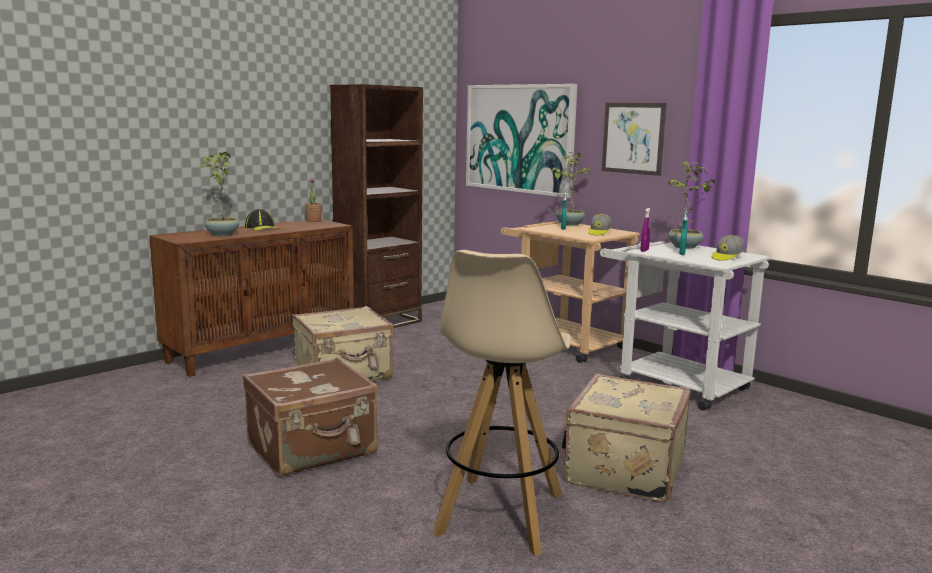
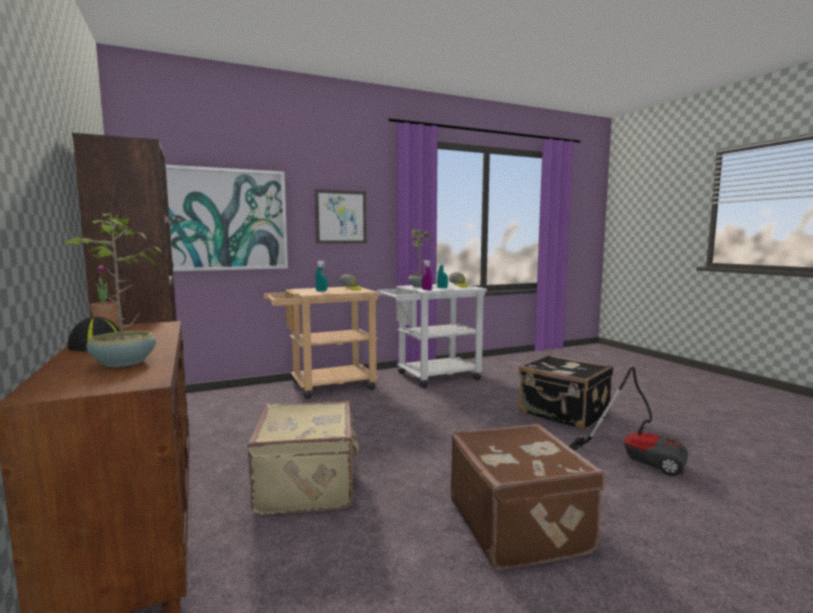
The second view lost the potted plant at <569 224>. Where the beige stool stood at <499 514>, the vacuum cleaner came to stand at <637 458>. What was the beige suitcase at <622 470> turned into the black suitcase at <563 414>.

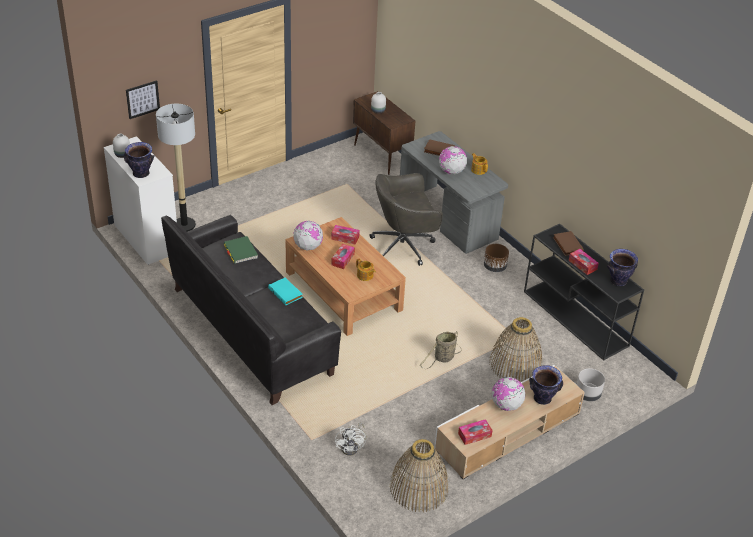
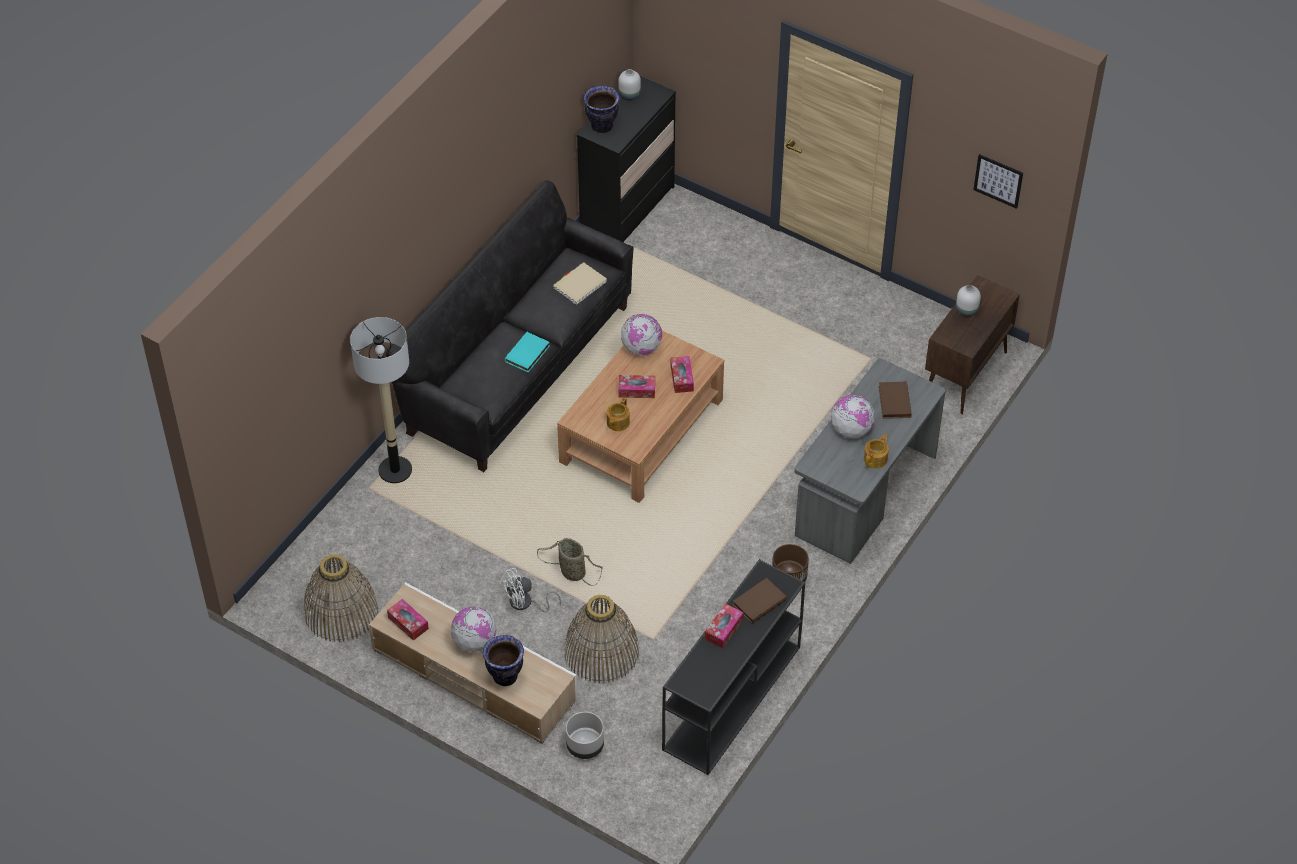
The second view lost the grey office chair at <404 246>. The second view lost the vase at <618 281>. The picture ended up elsewhere, having gone from <142 99> to <998 180>. The floor lamp ended up elsewhere, having gone from <184 225> to <395 470>. The white fan ended up elsewhere, having gone from <352 447> to <525 603>. What was the white dresser at <146 239> turned into the black dresser at <627 209>. What was the green book at <240 251> turned into the beige book at <580 285>.

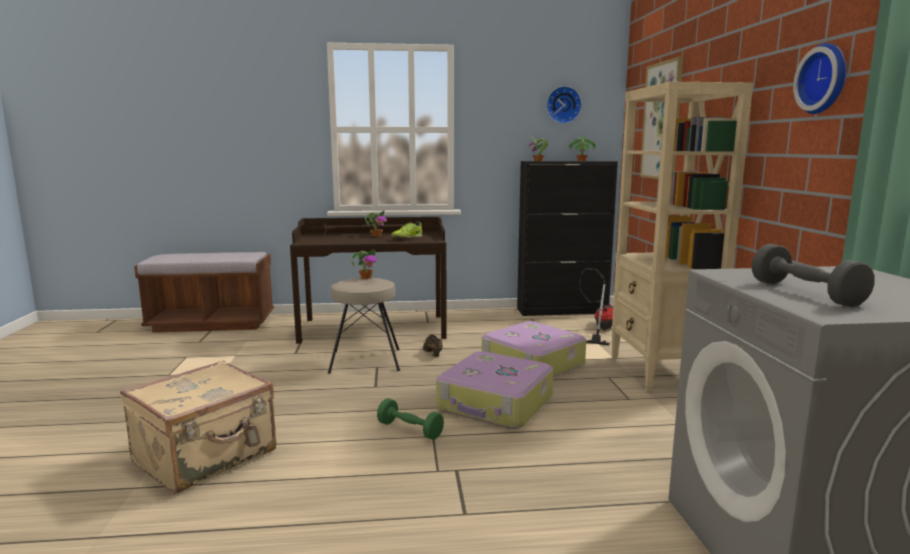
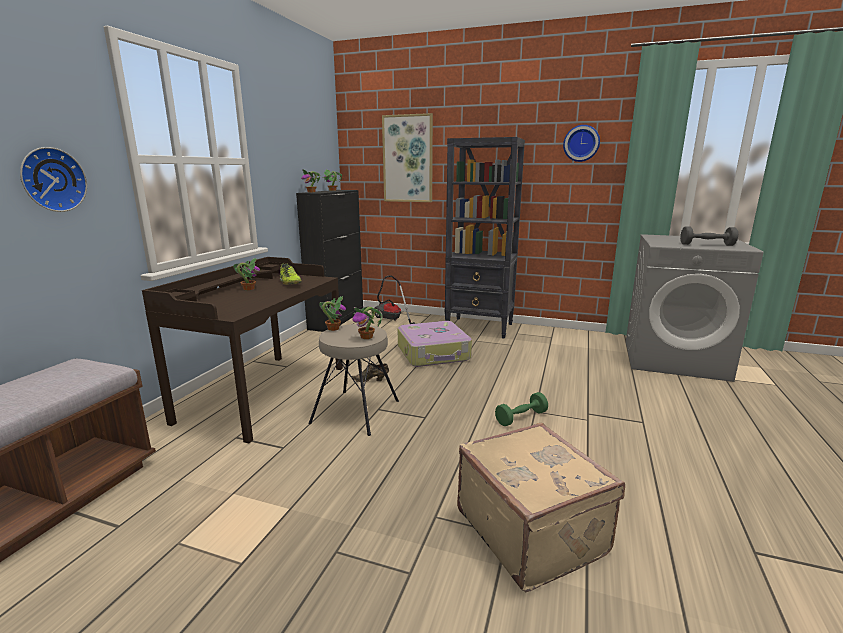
The second view lost the suitcase at <495 404>. The second view gained the potted plant at <367 337>. The wall clock ended up elsewhere, having gone from <563 105> to <51 179>. What was the beige bookcase at <661 372> turned into the black bookcase at <480 328>.

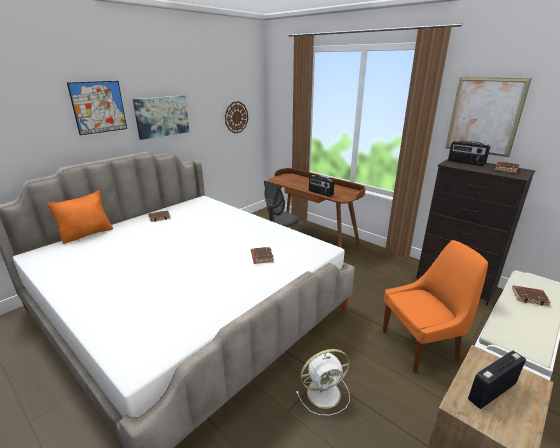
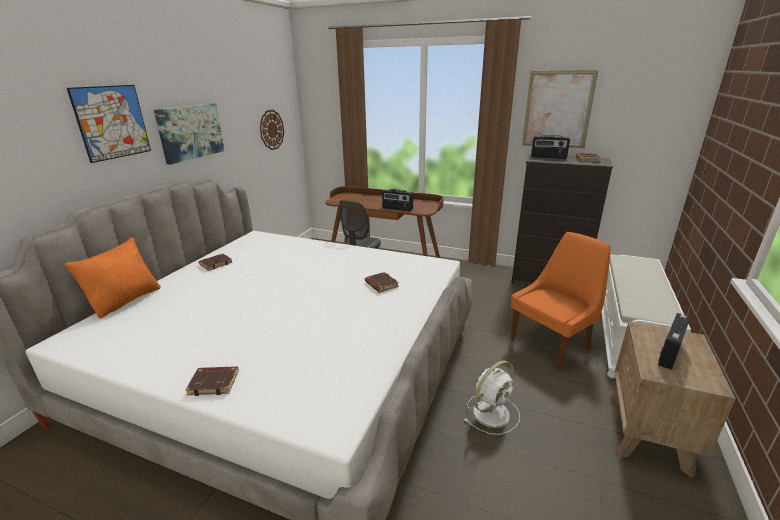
The brown book ended up elsewhere, having gone from <529 297> to <214 383>.

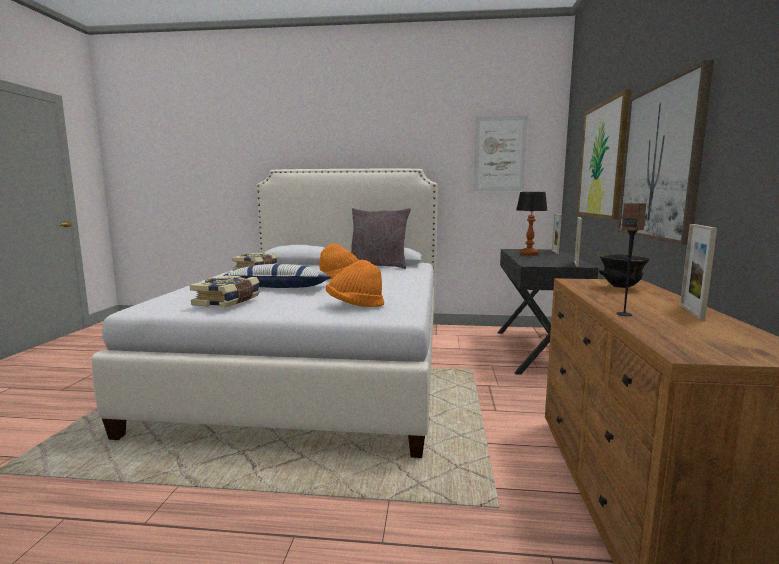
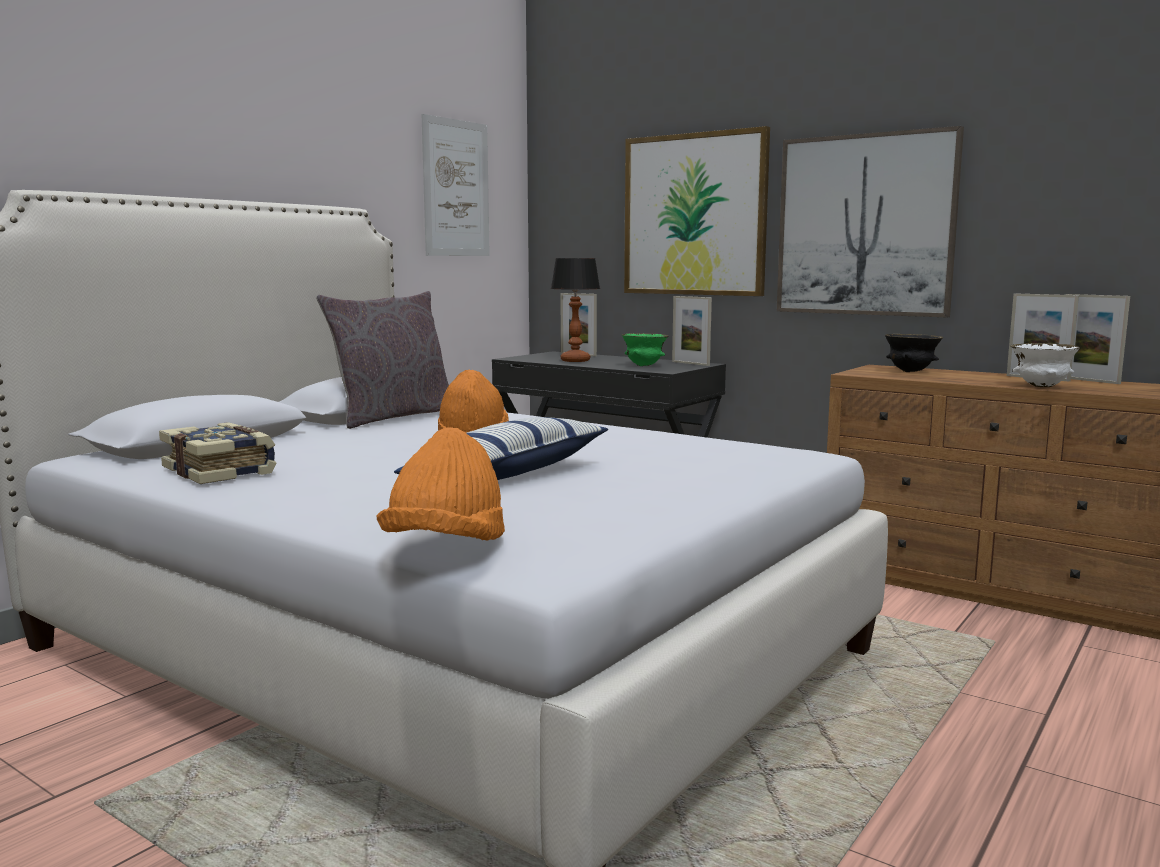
The second view lost the book at <228 301>. The second view gained the green bowl at <644 366>. The second view gained the picture frame at <1088 380>. The orange hat ended up elsewhere, having gone from <355 306> to <445 547>. Where the speaker stood at <624 314>, the white bowl came to stand at <1041 387>.

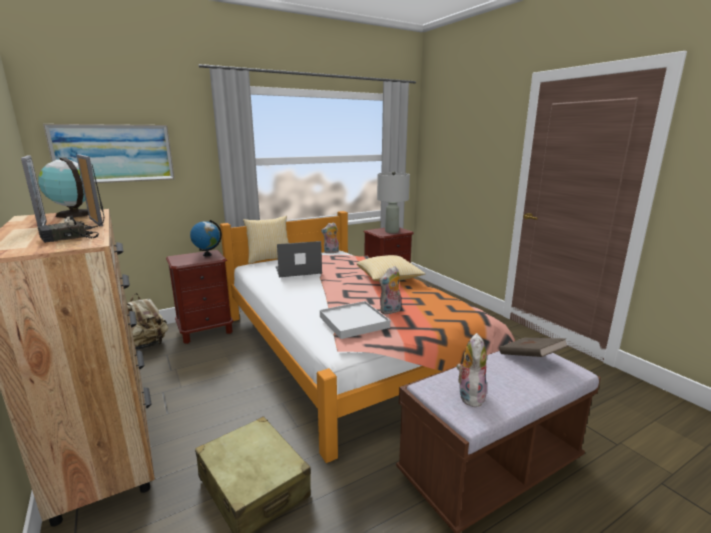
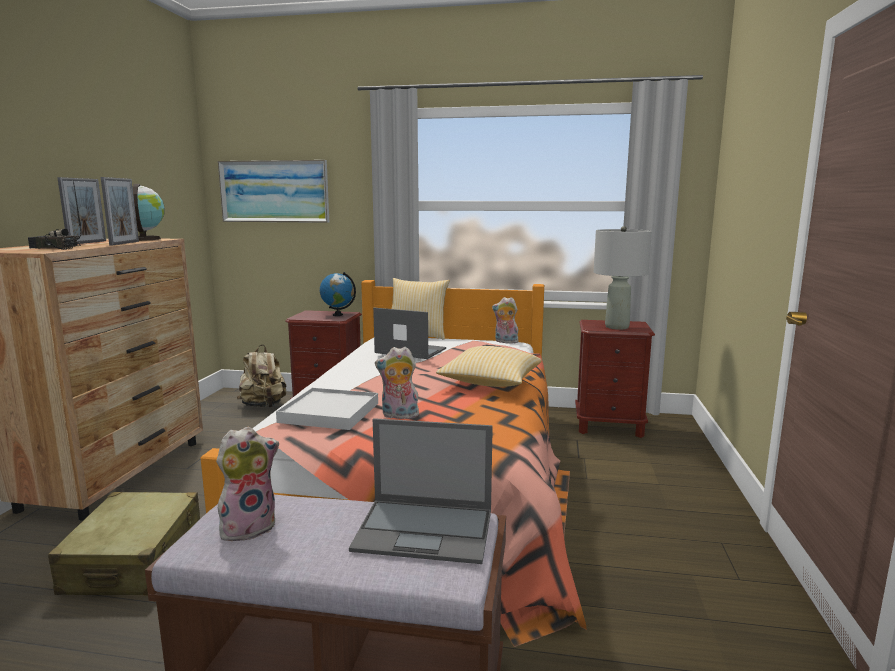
Where the brown book stood at <530 358>, the laptop came to stand at <426 530>.

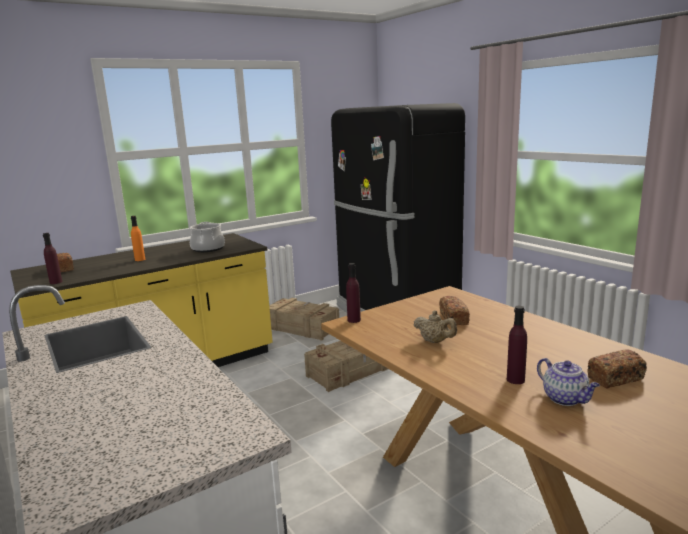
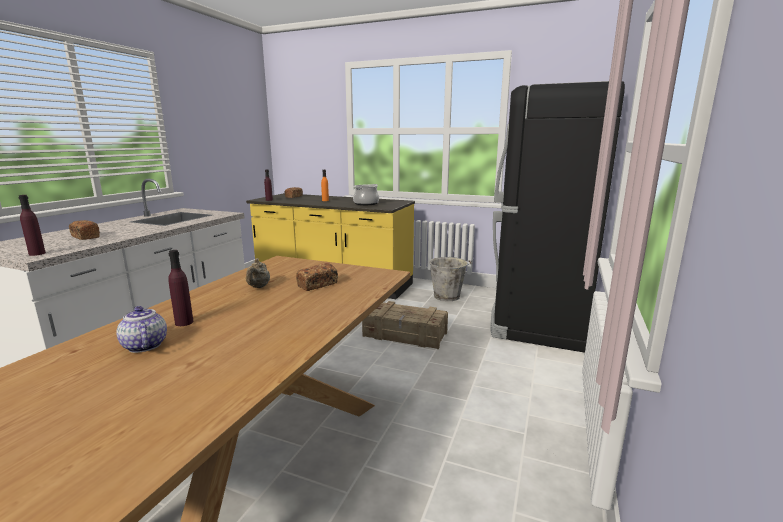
The purple bottle ended up elsewhere, having gone from <354 320> to <37 253>. The bread ended up elsewhere, having gone from <615 379> to <85 237>. Where the crate stood at <301 327>, the grey bucket came to stand at <448 296>. The teapot at <565 399> ended up facing another way, 120 degrees clockwise from before.

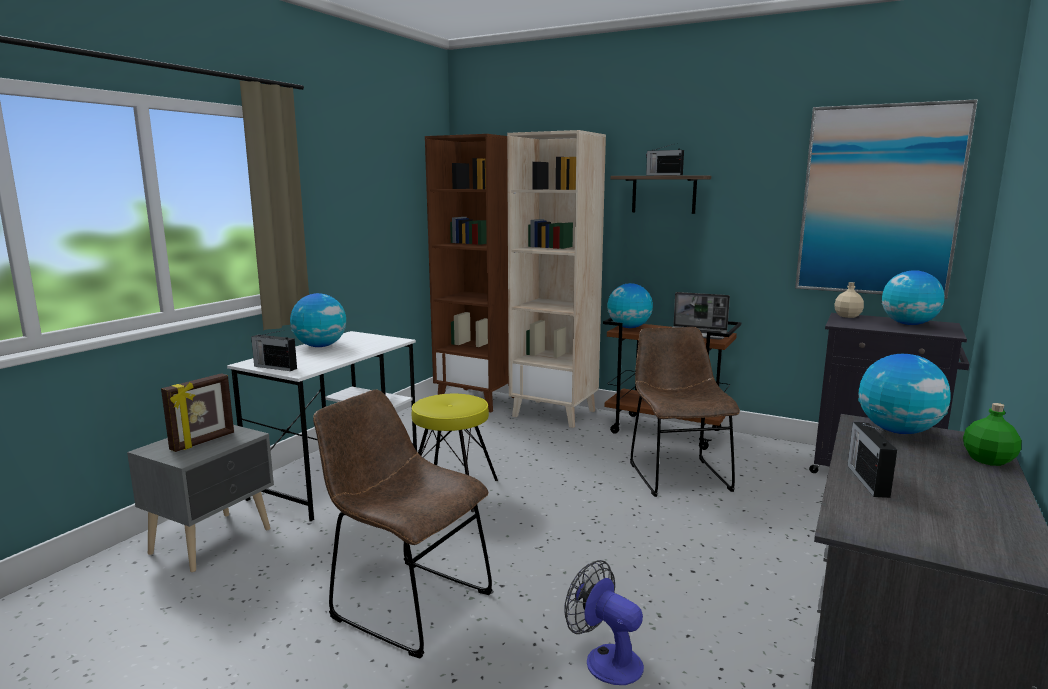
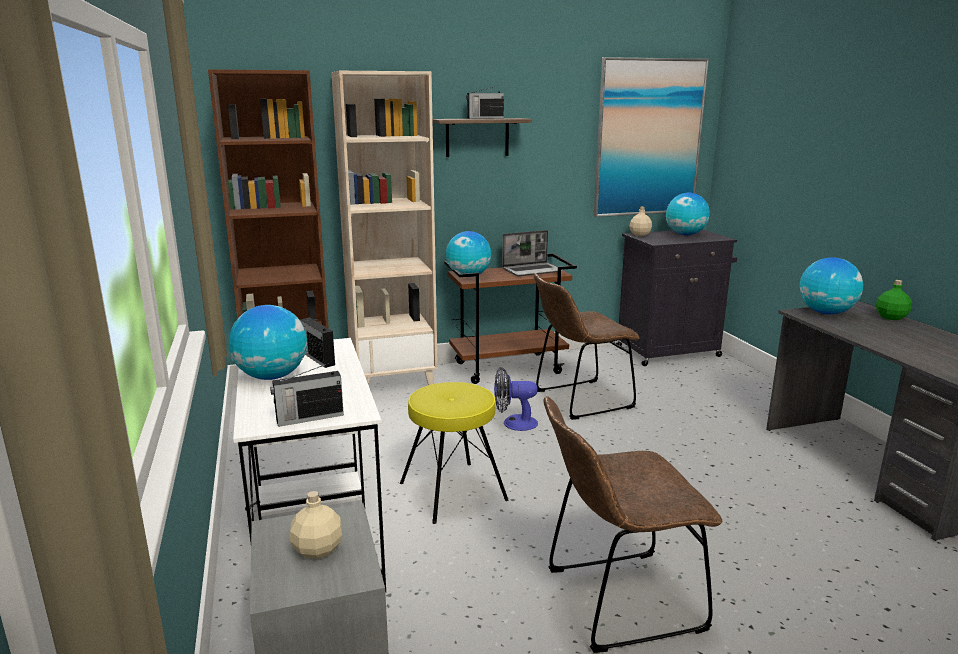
The fan ended up elsewhere, having gone from <605 659> to <513 423>. The radio ended up elsewhere, having gone from <867 480> to <318 358>. Where the picture frame stood at <203 442>, the beige bottle came to stand at <317 549>. The brown chair at <677 474> ended up facing another way, 60 degrees counterclockwise from before.

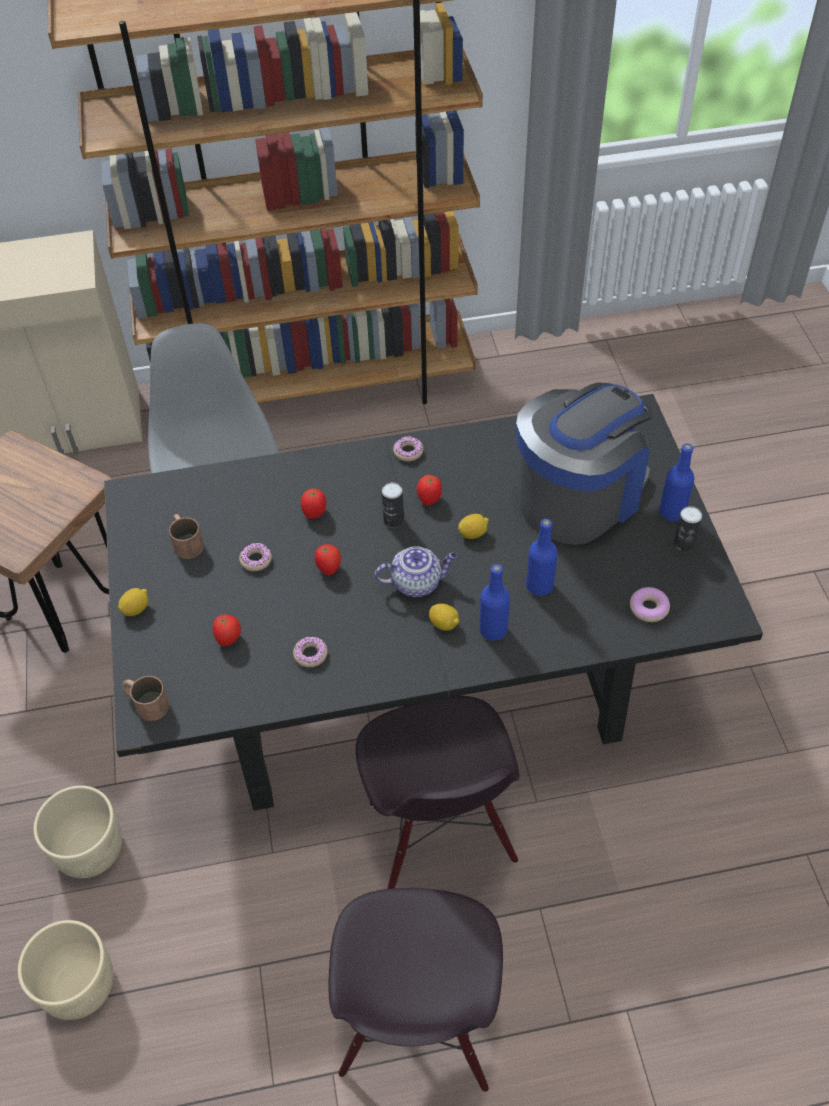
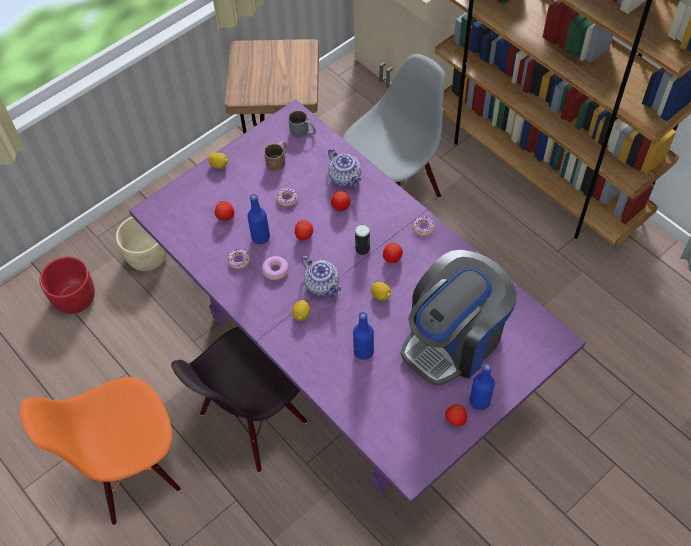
The second view lost the brown mug at <146 703>. The second view gained the grey mug at <303 131>. The second view gained the teapot at <346 178>. The blue bottle ended up elsewhere, having gone from <493 630> to <260 237>. The donut ended up elsewhere, having gone from <648 608> to <275 270>. Where the can stood at <683 544>, the tomato came to stand at <455 420>. What was the beige planter at <79 986> turned into the red planter at <74 298>. What was the black dining table at <421 681> turned into the purple dining table at <350 355>. What was the black chair at <417 1026> turned into the orange chair at <132 470>. The coffee machine at <579 496> ended up facing another way, 120 degrees clockwise from before.

